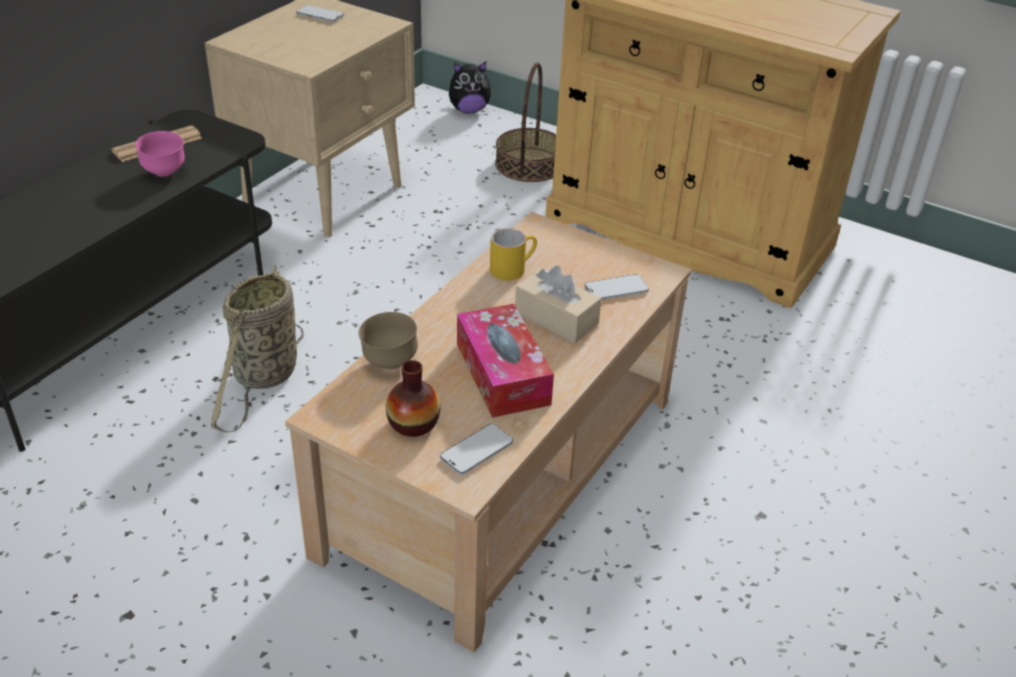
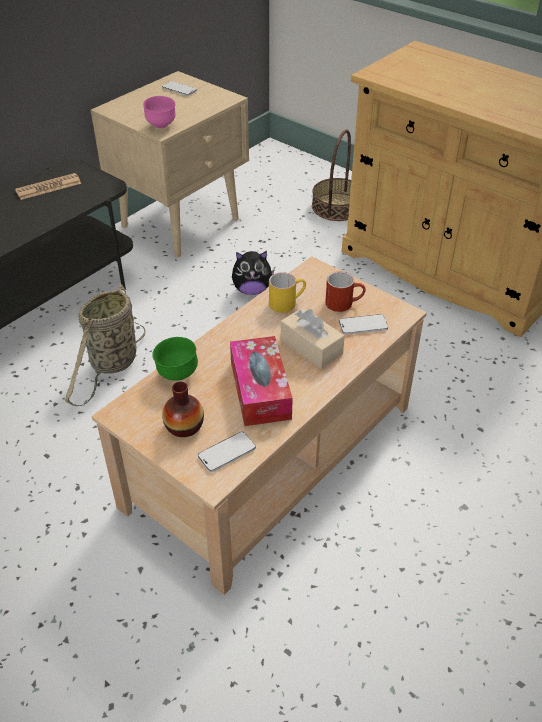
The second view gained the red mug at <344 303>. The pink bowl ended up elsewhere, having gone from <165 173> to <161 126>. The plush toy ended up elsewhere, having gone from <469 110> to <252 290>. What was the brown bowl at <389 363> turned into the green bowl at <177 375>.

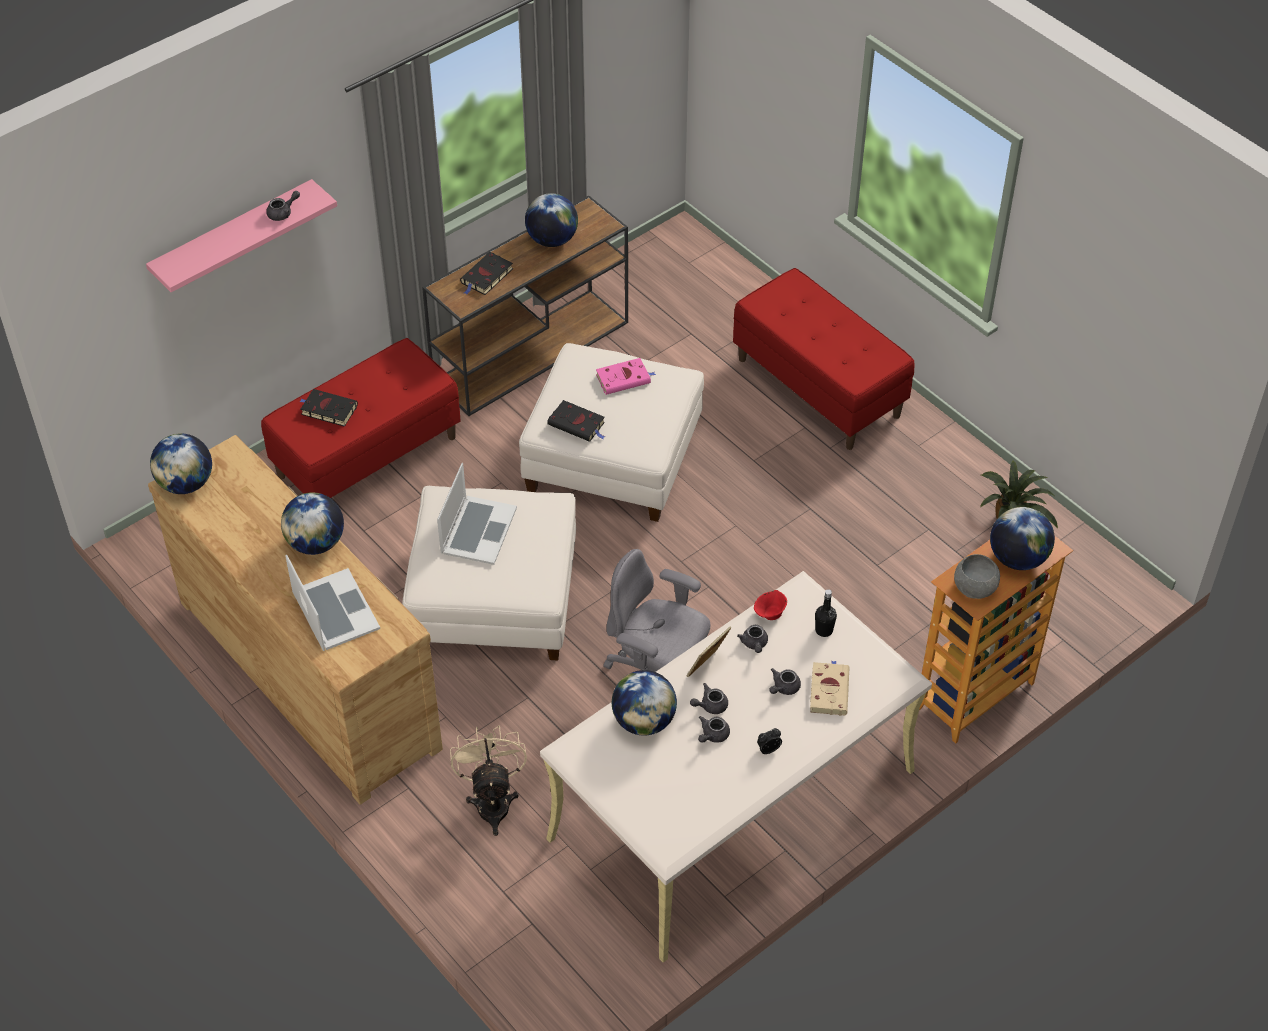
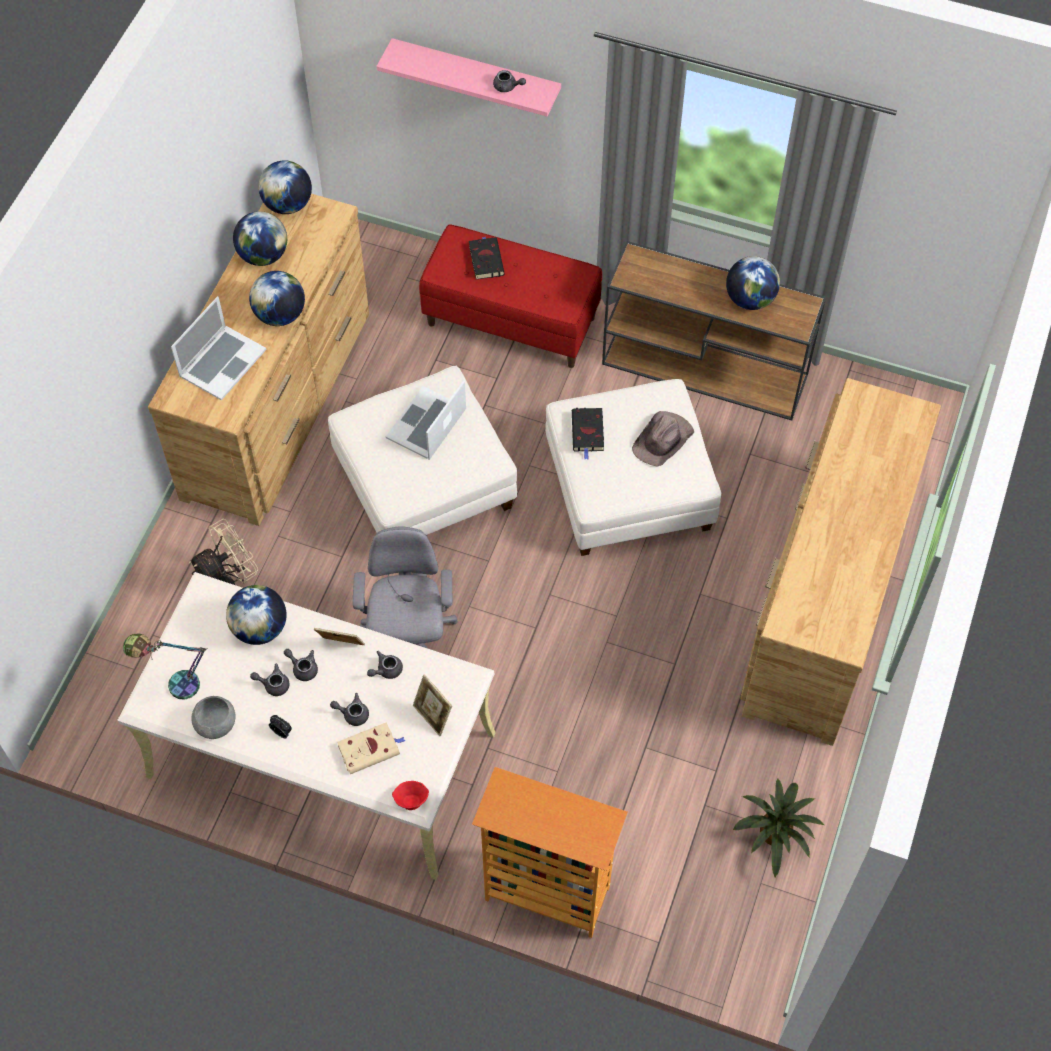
The second view lost the black book at <486 277>. The second view gained the table lamp at <174 683>. The red bowl ended up elsewhere, having gone from <770 614> to <411 800>. The grey bowl ended up elsewhere, having gone from <974 588> to <215 724>. The globe ended up elsewhere, having gone from <1017 558> to <263 255>. Where the pink book stood at <624 379>, the brown hat came to stand at <663 440>. Where the red bench stood at <819 387>, the brown dresser came to stand at <824 603>. Where the black bottle stood at <824 630>, the picture frame came to stand at <433 716>. The laptop at <478 530> ended up facing another way, 135 degrees clockwise from before.

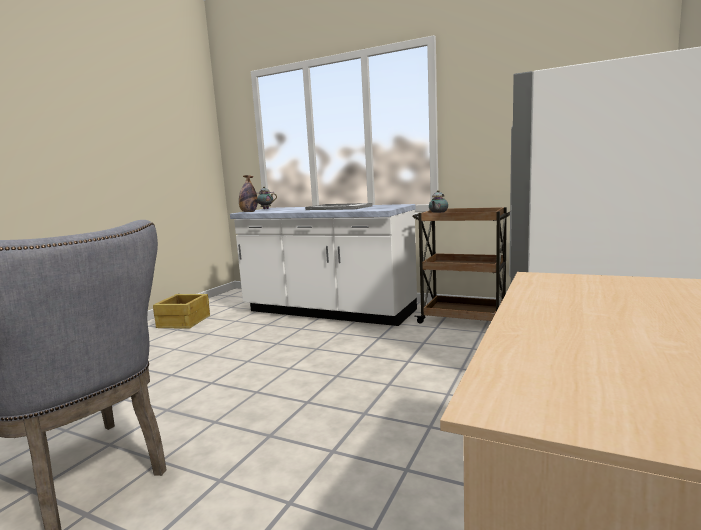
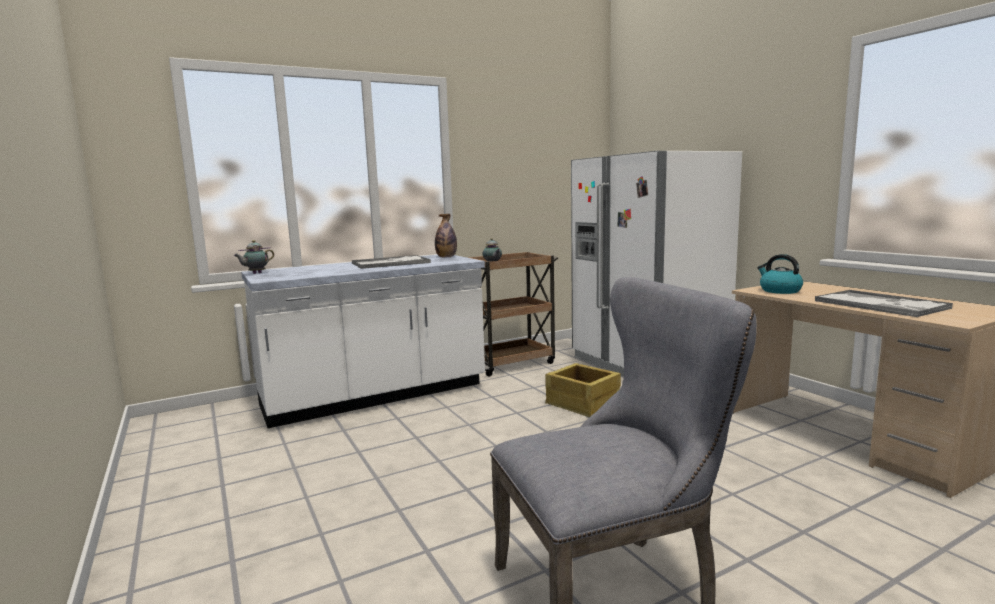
The second view gained the kettle at <779 291>. The second view gained the tray at <881 305>. The crate ended up elsewhere, having gone from <183 322> to <582 404>. The bottle ended up elsewhere, having gone from <249 212> to <446 257>.

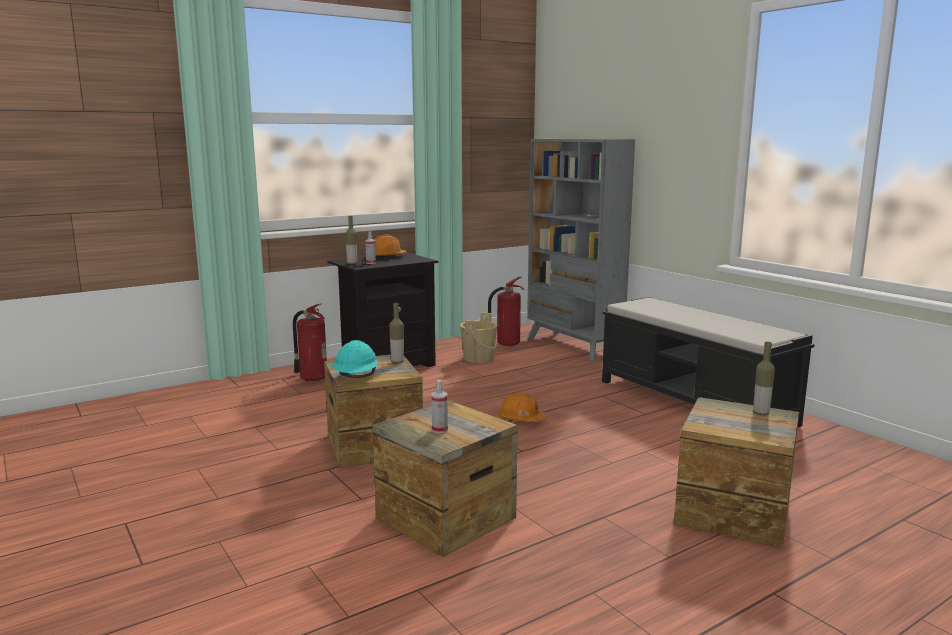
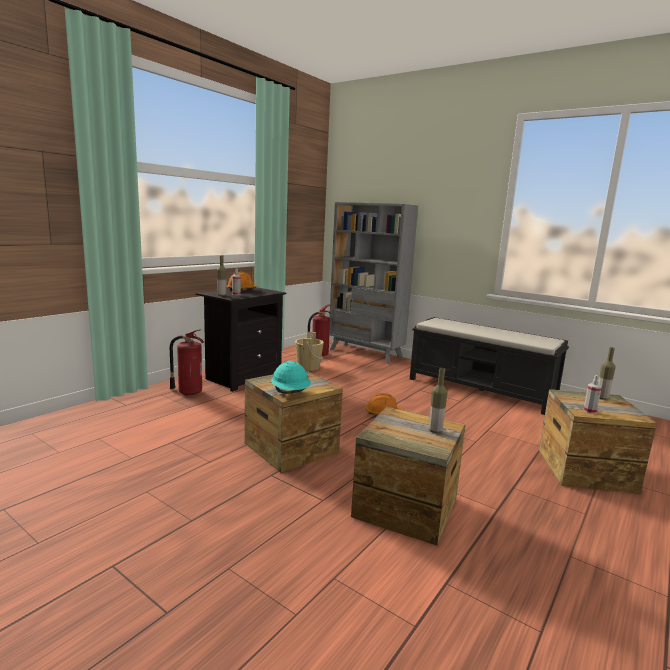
The bottle ended up elsewhere, having gone from <397 362> to <435 431>. The spray bottle ended up elsewhere, having gone from <439 430> to <589 411>.

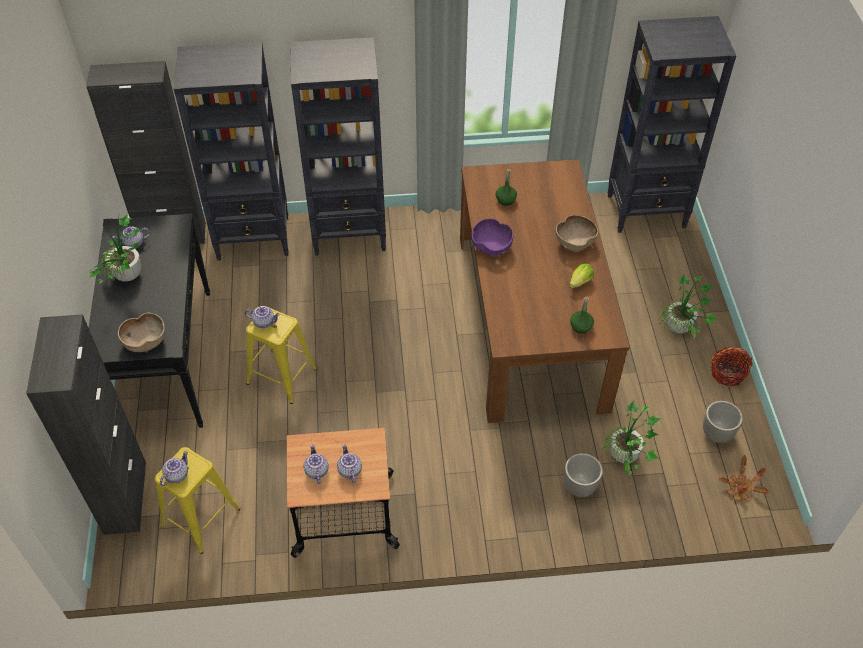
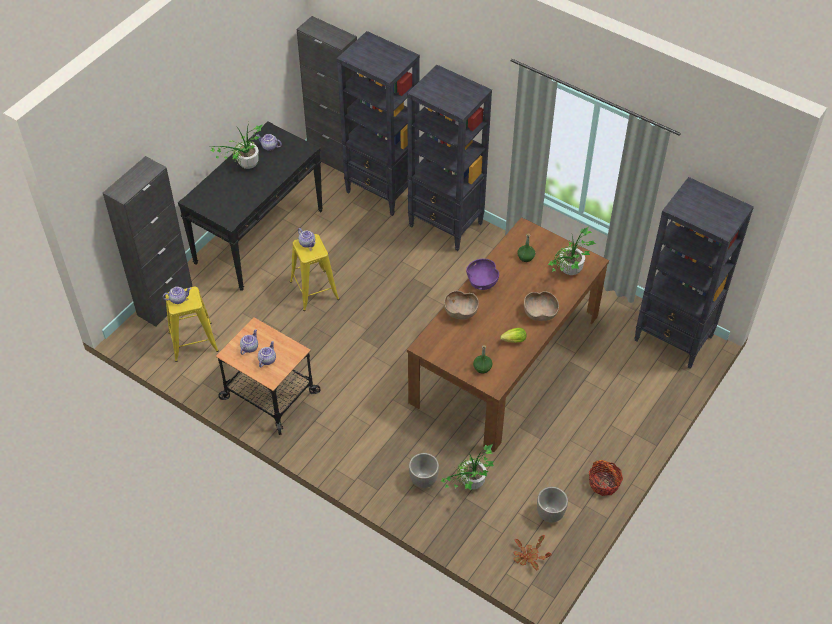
The brown bowl ended up elsewhere, having gone from <145 342> to <460 312>. The potted plant ended up elsewhere, having gone from <680 331> to <568 273>.

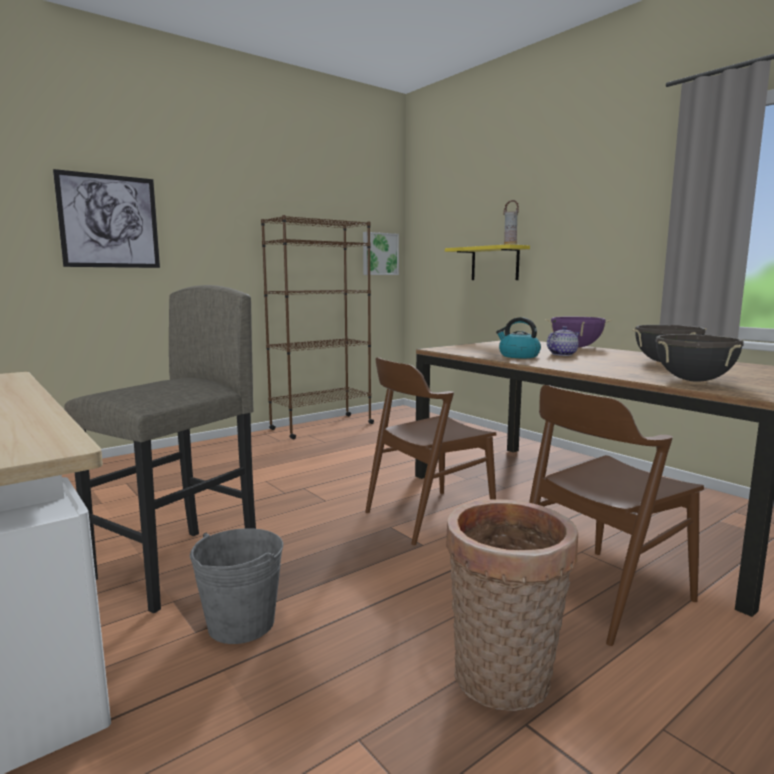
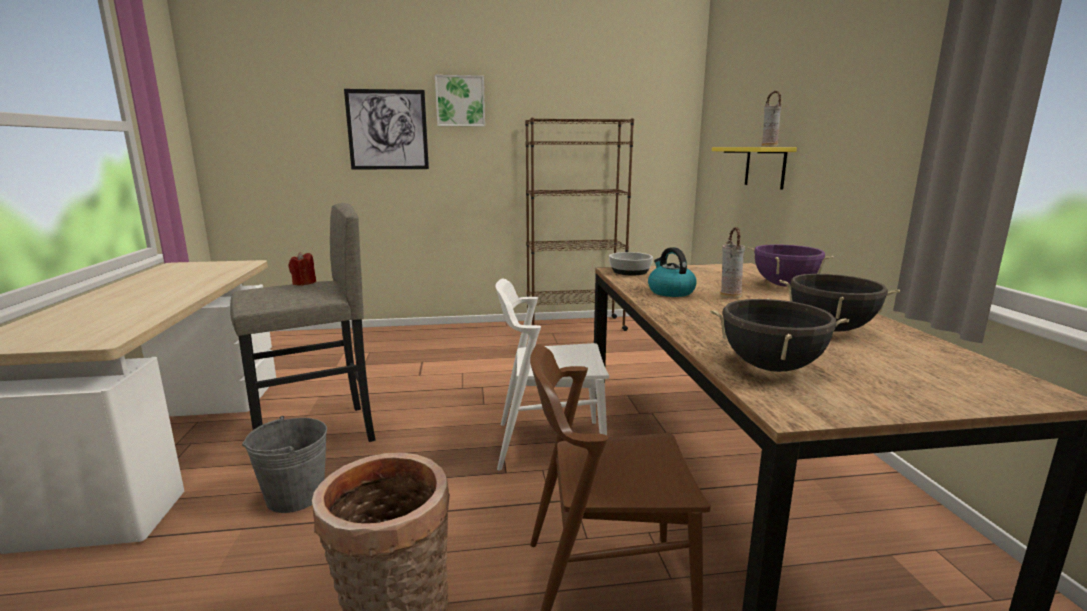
The second view gained the red candle at <304 283>. The second view gained the bowl at <630 271>. The picture ended up elsewhere, having gone from <379 254> to <460 101>. Where the teapot stood at <562 354>, the vase came to stand at <729 296>. What was the brown chair at <429 516> turned into the white chair at <549 444>.

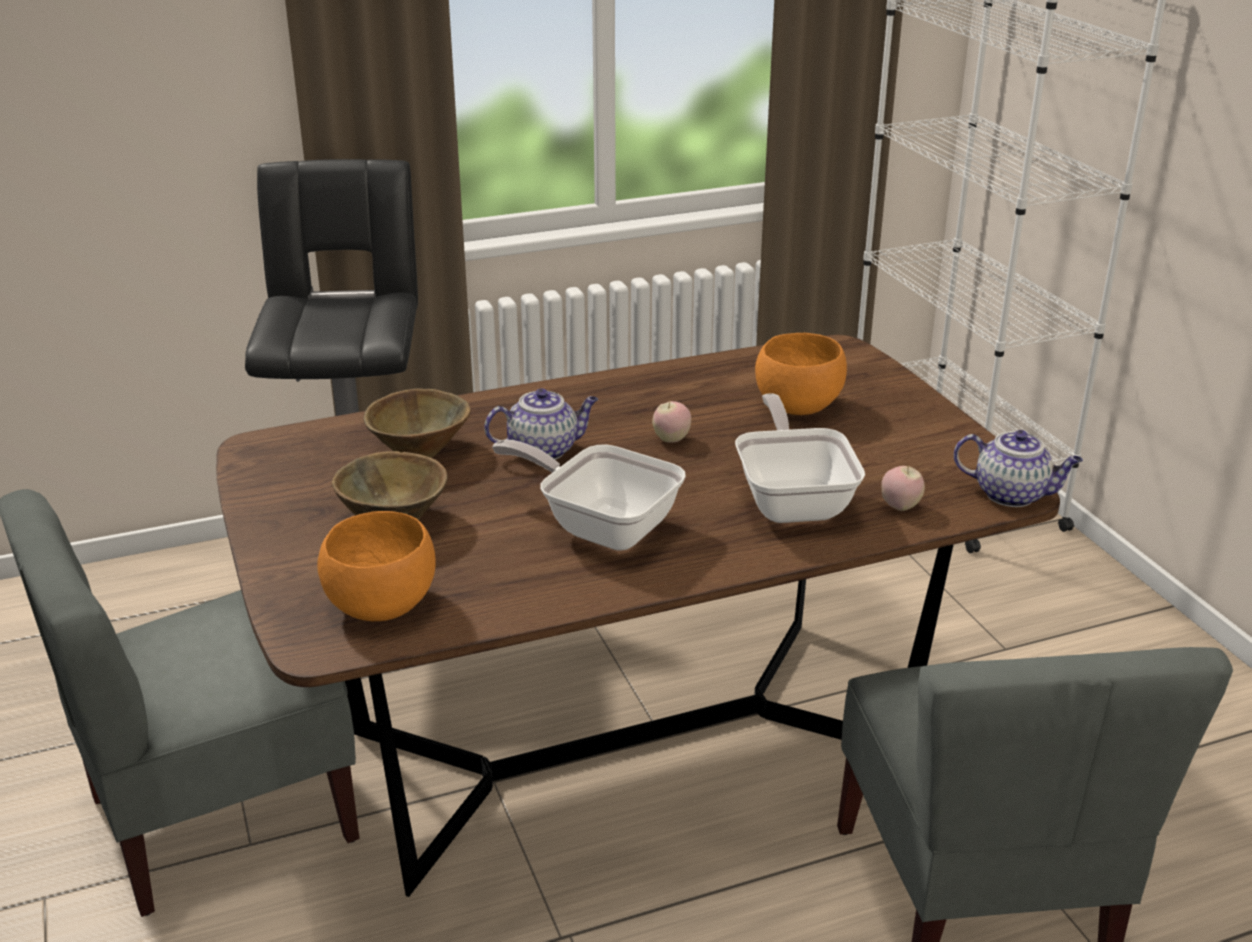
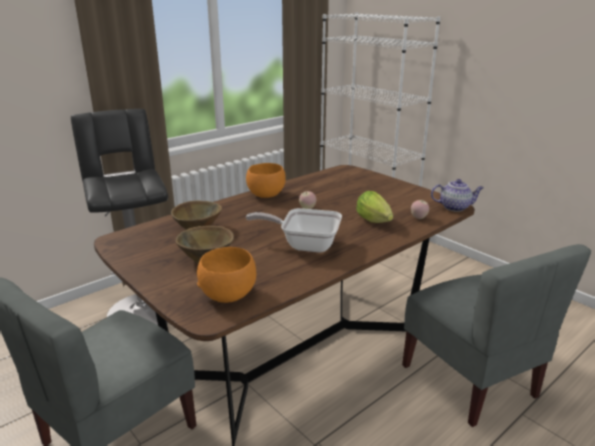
The second view lost the teapot at <544 450>. The orange bowl ended up elsewhere, having gone from <798 407> to <266 195>. Where the frying pan stood at <793 499>, the lettuce came to stand at <375 222>.

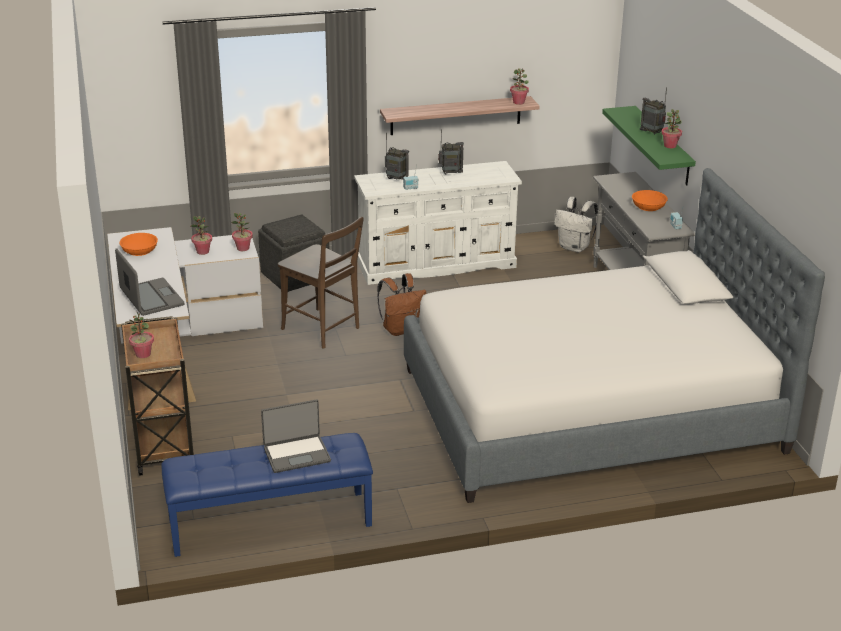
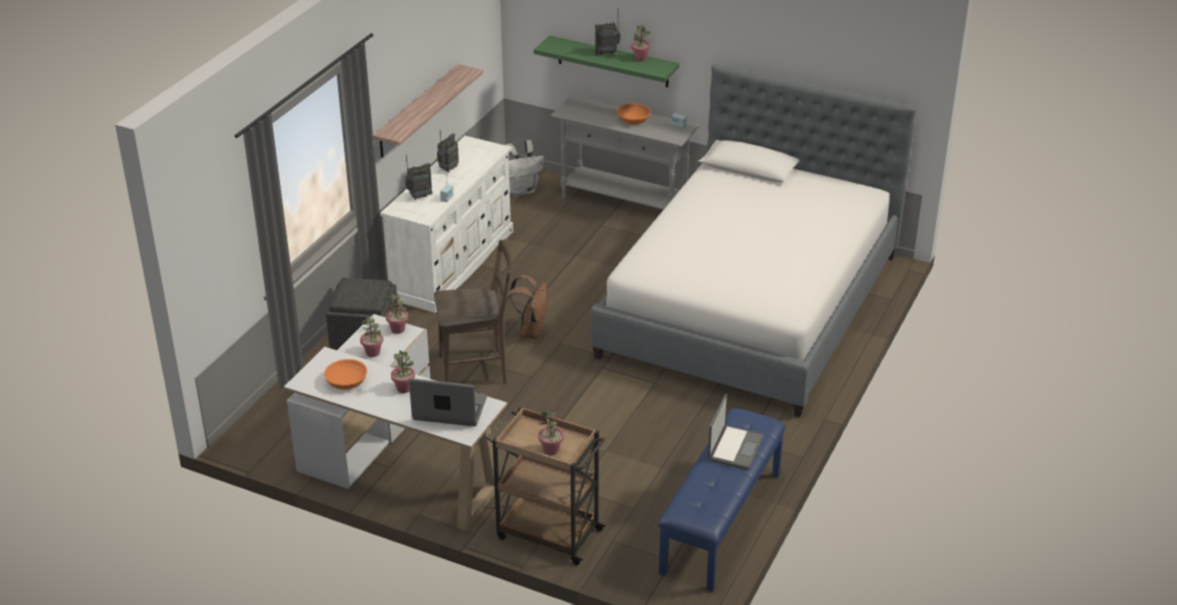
The potted plant ended up elsewhere, having gone from <519 102> to <404 388>.

